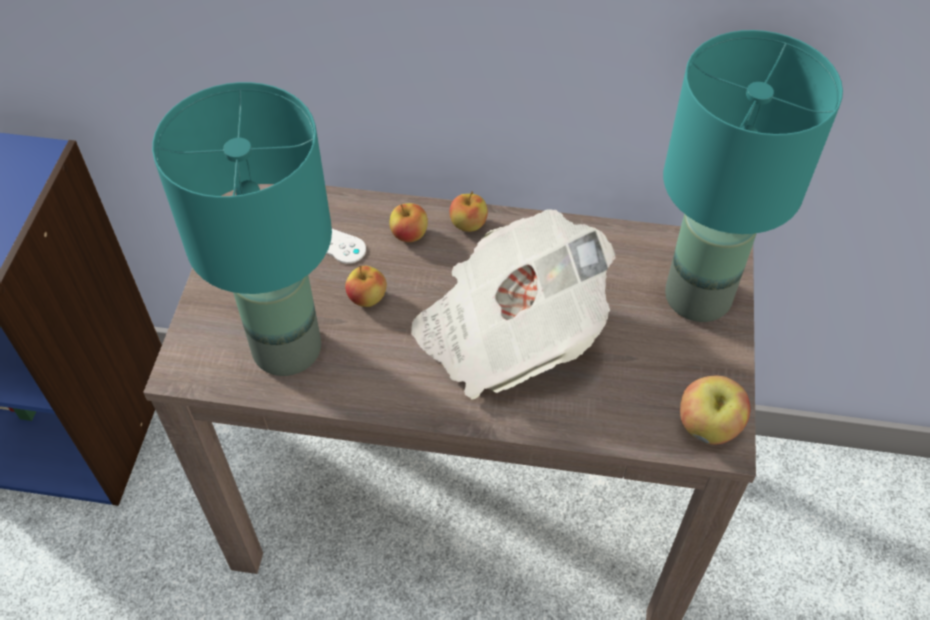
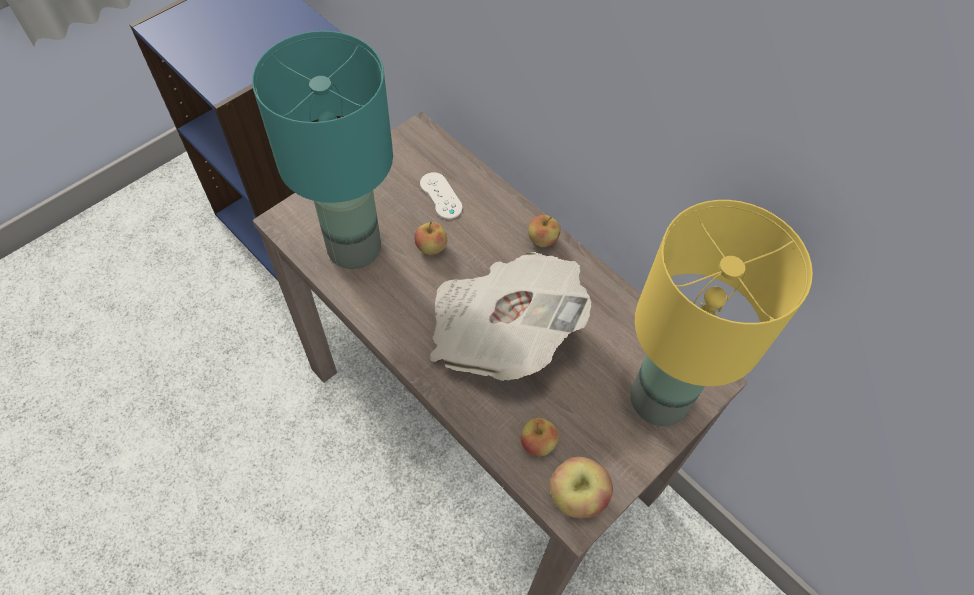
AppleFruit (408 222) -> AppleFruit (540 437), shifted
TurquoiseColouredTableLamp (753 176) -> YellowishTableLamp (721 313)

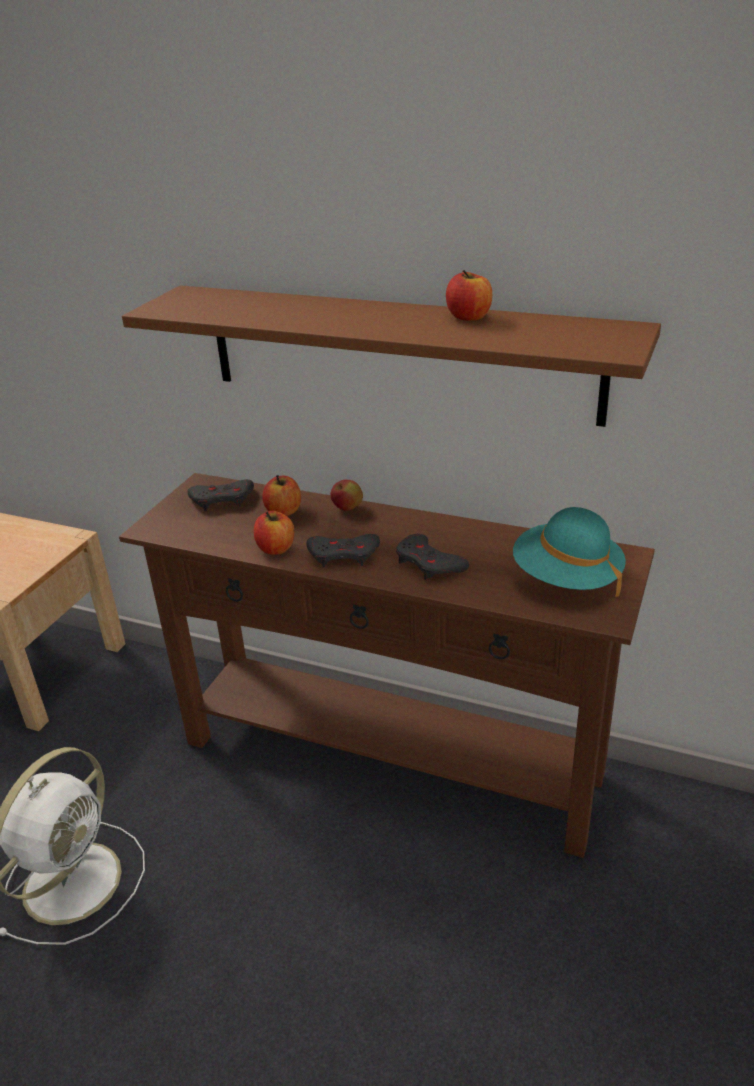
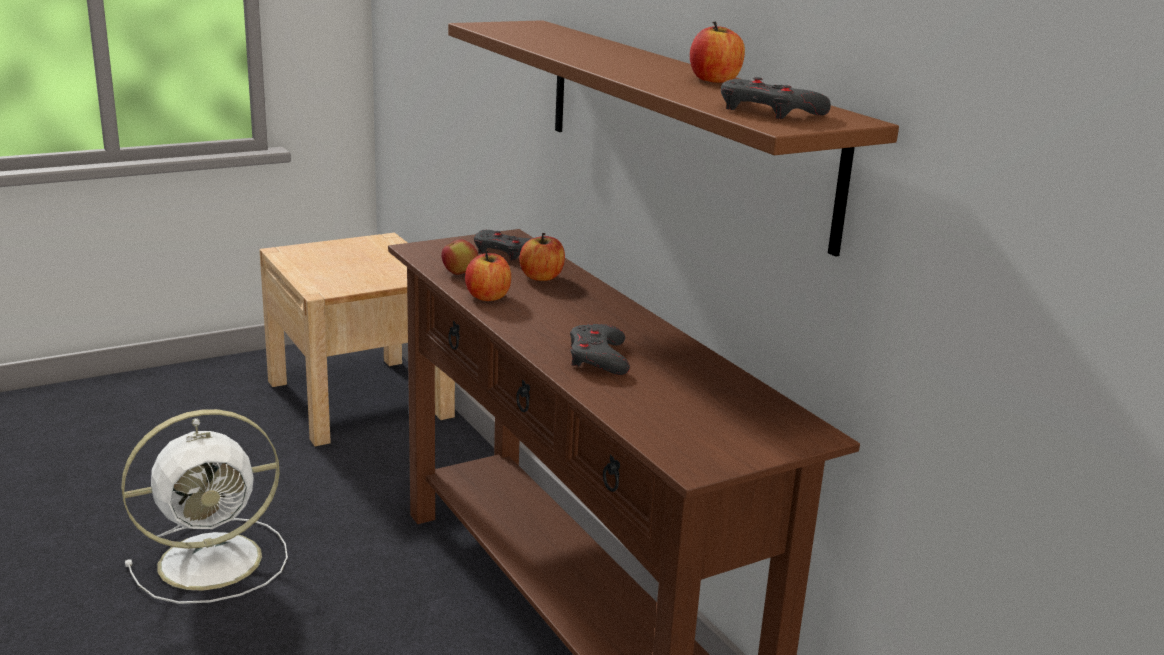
GreyGameController (343 551) -> GreyGameController (776 98), shifted
AppleFruit (347 495) -> AppleFruit (460 257), shifted
TurquoiseColouredClothingHat (569 552) -> none

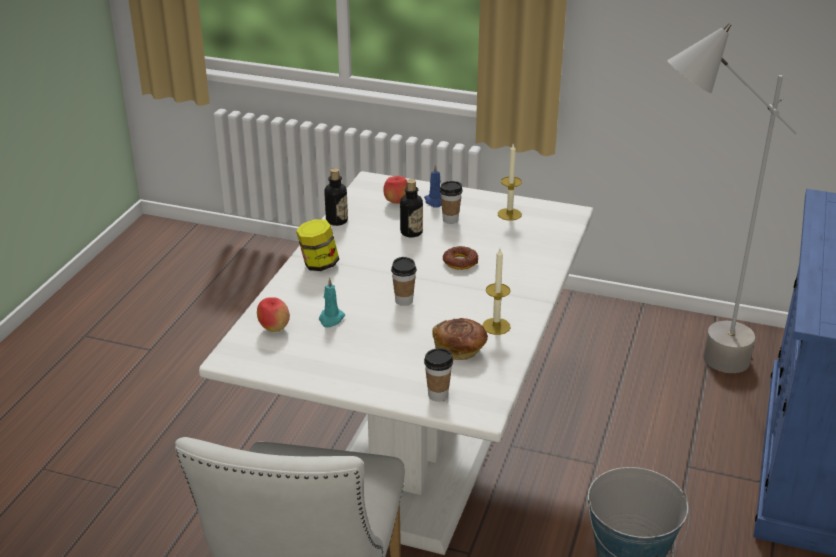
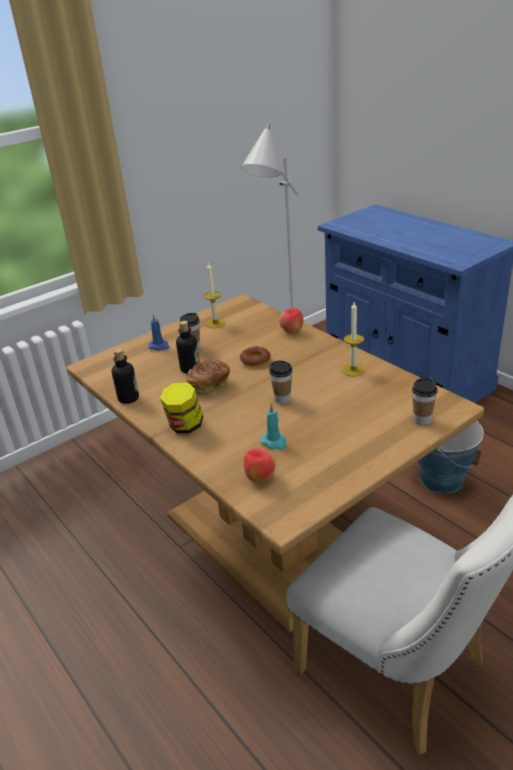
WhitishDinnerTable (396 363) -> BrownColouredDinnerTable (275 463)
AppleFruit (395 190) -> AppleFruit (291 321), shifted
BakedBread (460 339) -> BakedBread (208 377), shifted

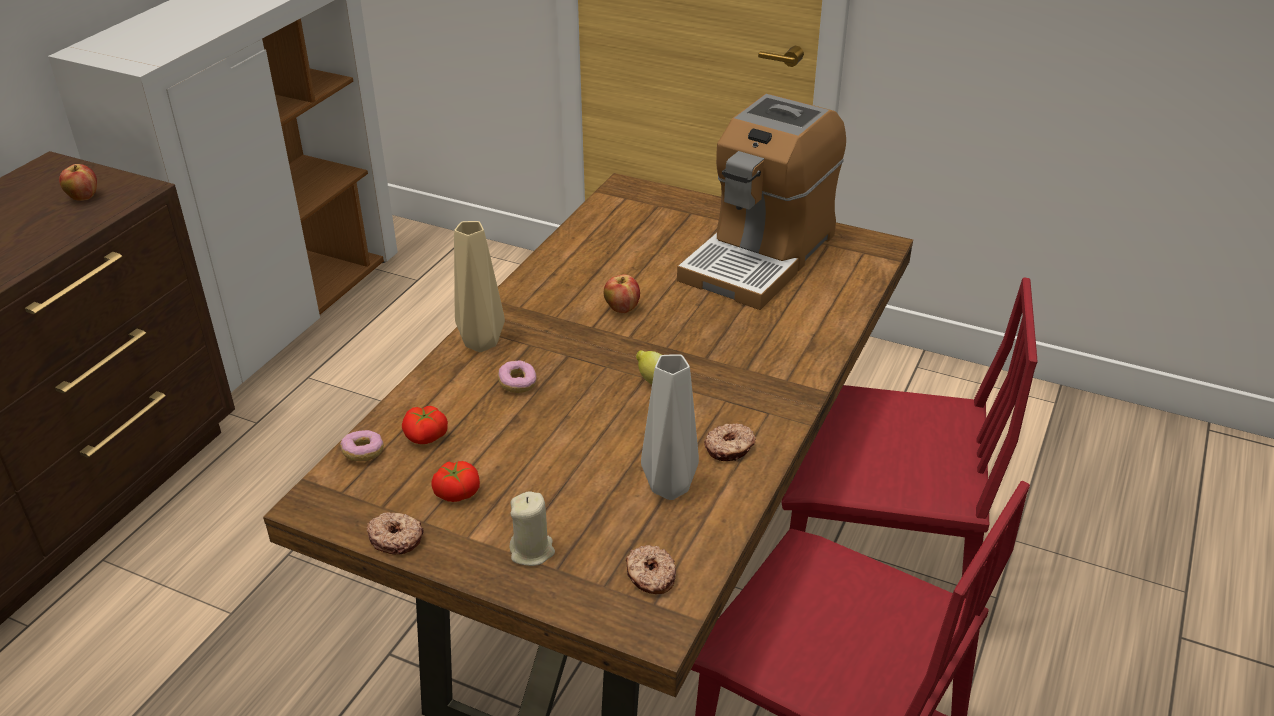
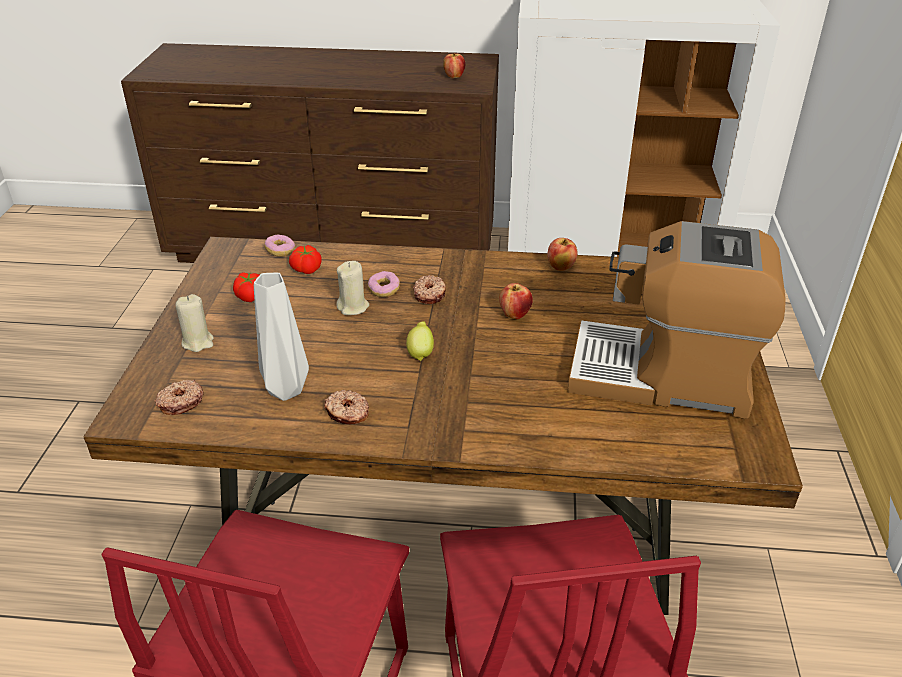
Donut (395 533) -> Donut (429 289), shifted
BeigeFlowerVase (479 286) -> none
none -> BeigeWaxCandle (352 288)
none -> AppleFruit (562 254)

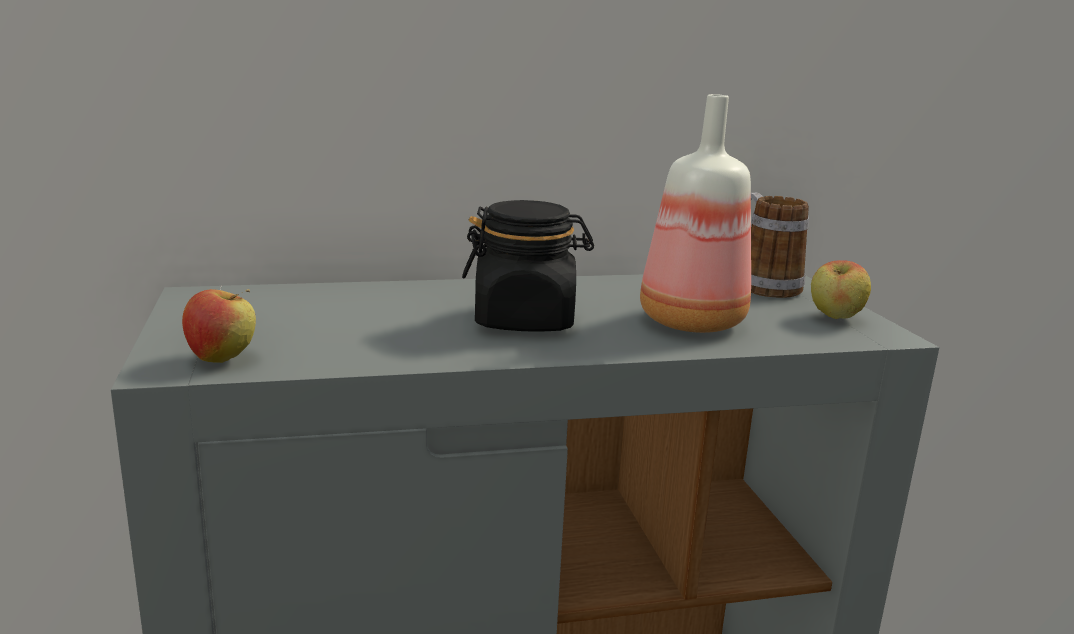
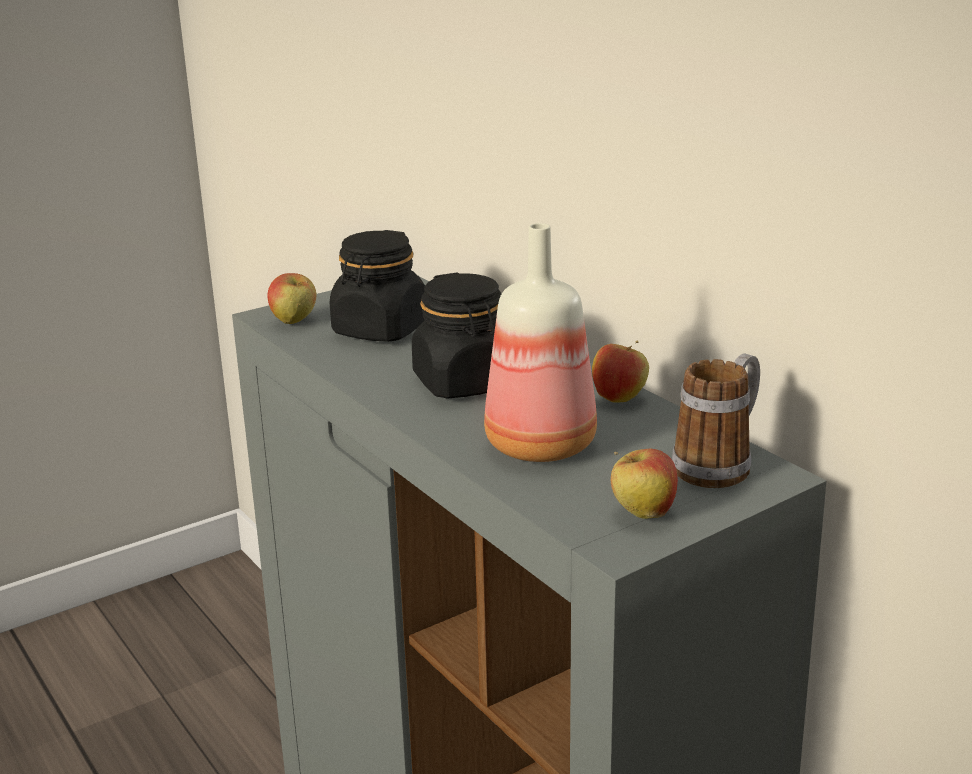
none -> BlackColouredStorageJar (377 286)
none -> AppleFruit (620 372)

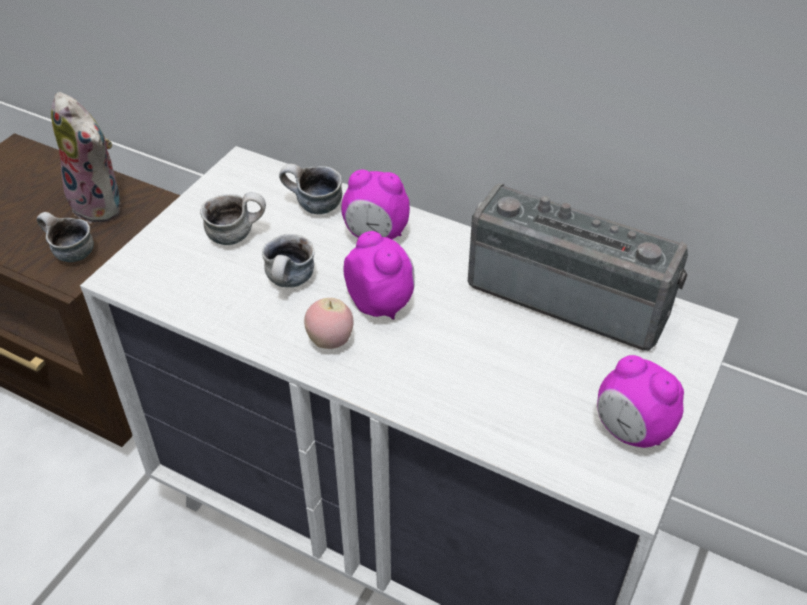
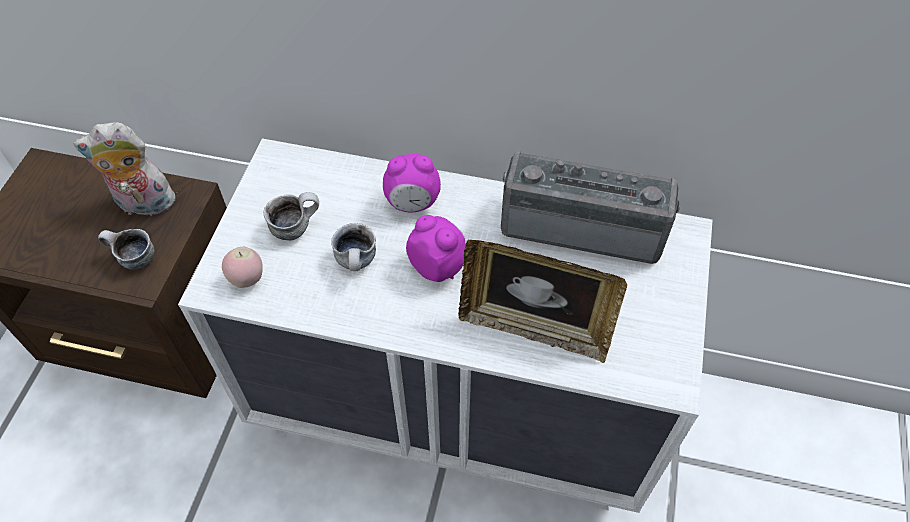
SoftToy (86 158) -> SoftToy (124 169), 150 degrees clockwise
Mug (310 189) -> none
AppleFruit (328 323) -> AppleFruit (242 267), shifted
BedsideClock (640 401) -> none
none -> StandingFrame (542 301)

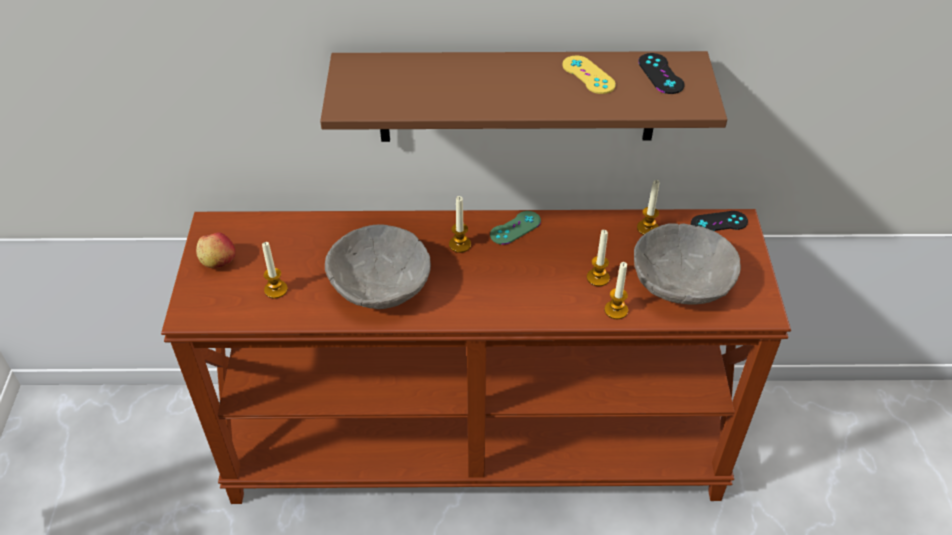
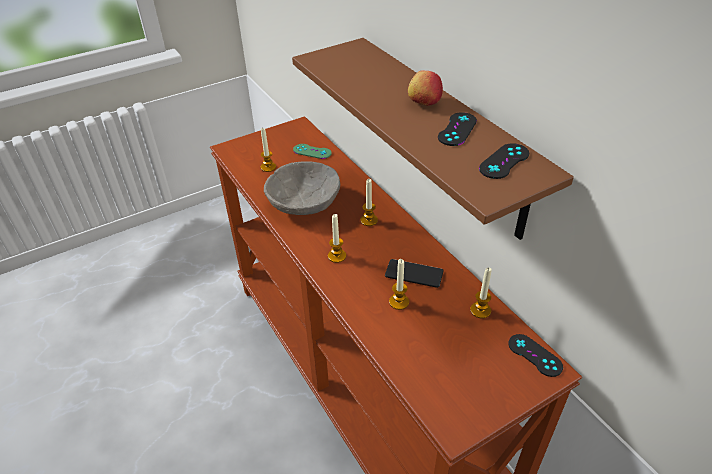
AppleFruit (215 250) -> AppleFruit (425 88), shifted
GreenishGameController (515 228) -> GreenishGameController (312 151), shifted
YellowishGameController (589 75) -> BlackColouredGameController (457 129)
WaxCandle (616 290) -> WaxCandle (337 238), shifted
GreyBowl (687 264) -> none
none -> Handset (414 273)

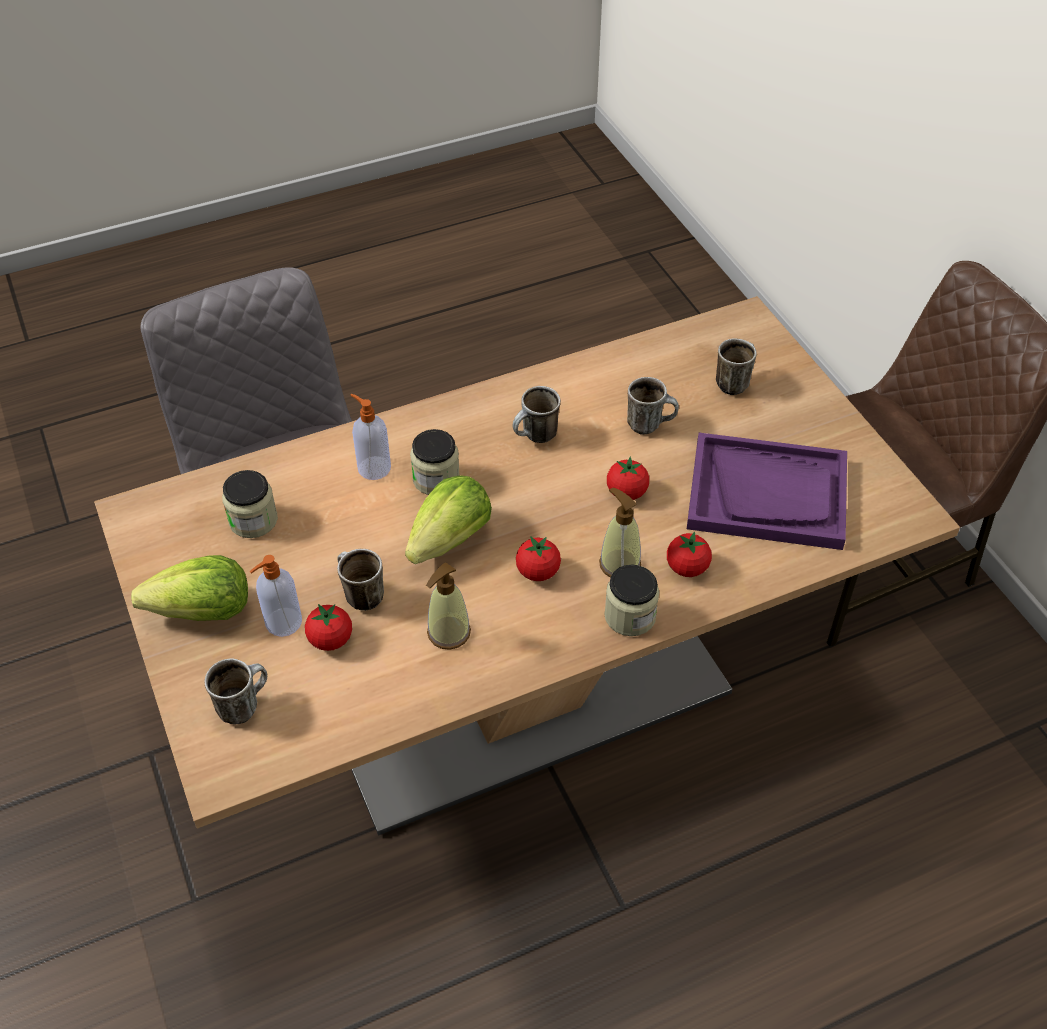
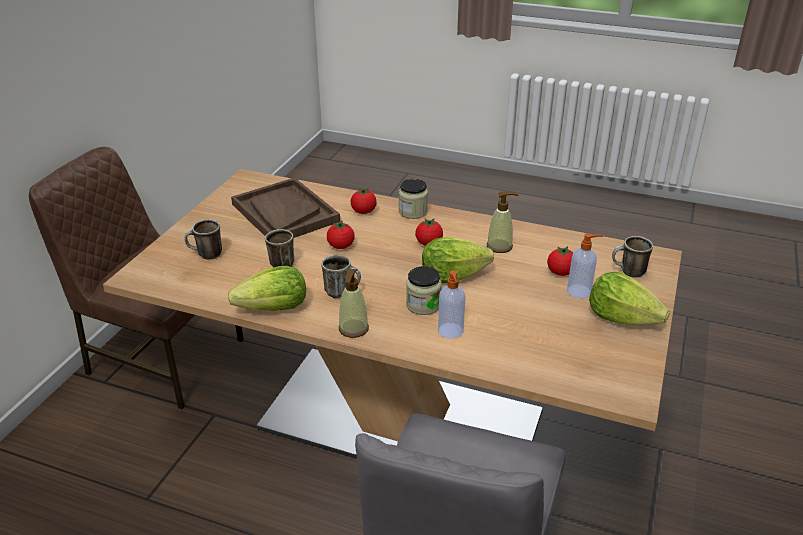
StorageJar (250 504) -> none
Mug (360 580) -> none
SoapBottle (620 533) -> SoapBottle (354 303), shifted
PurplishTray (767 491) -> BrownColouredTray (285 208)
none -> LettuceHead (267 288)

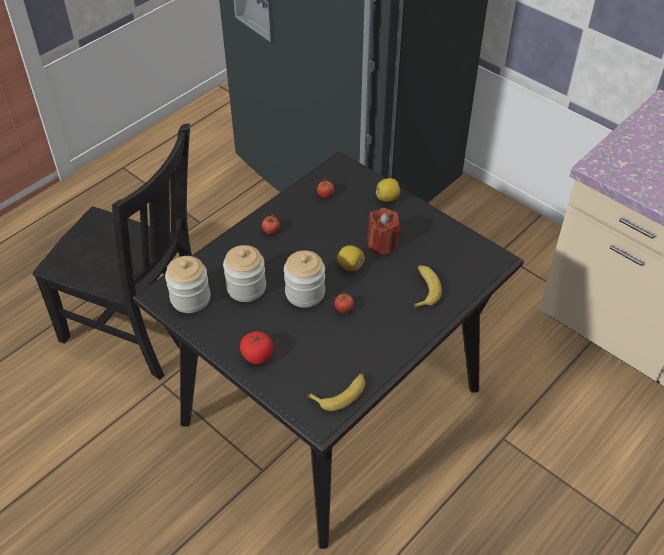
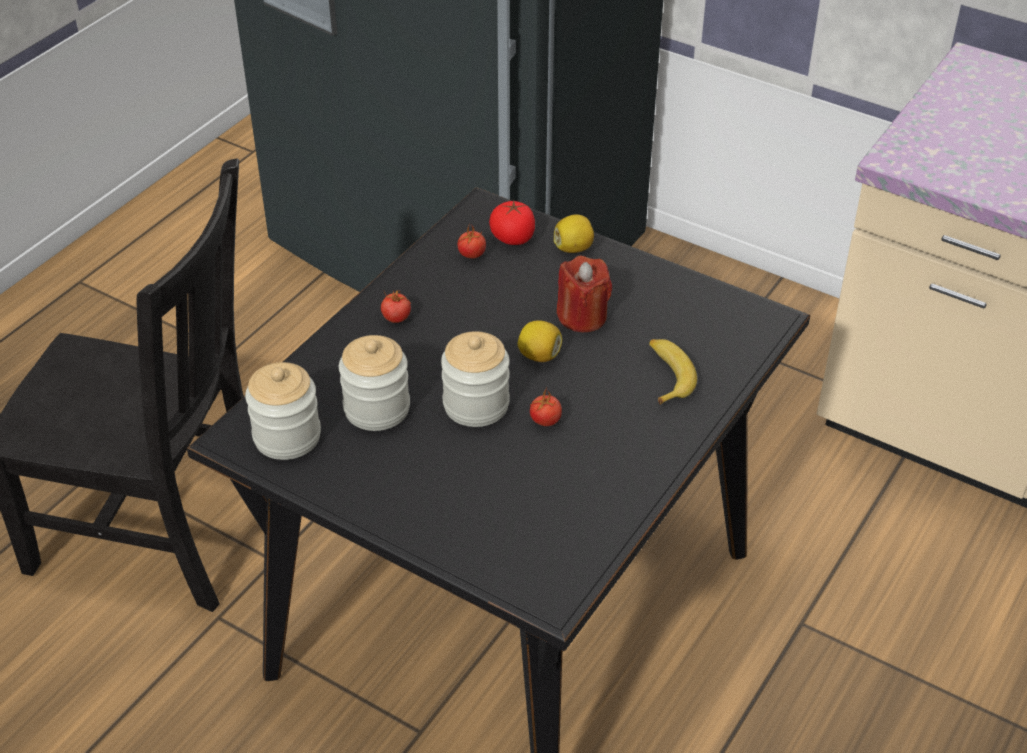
Tomato (256 347) -> Tomato (512 222), shifted
Banana (336 392) -> none

